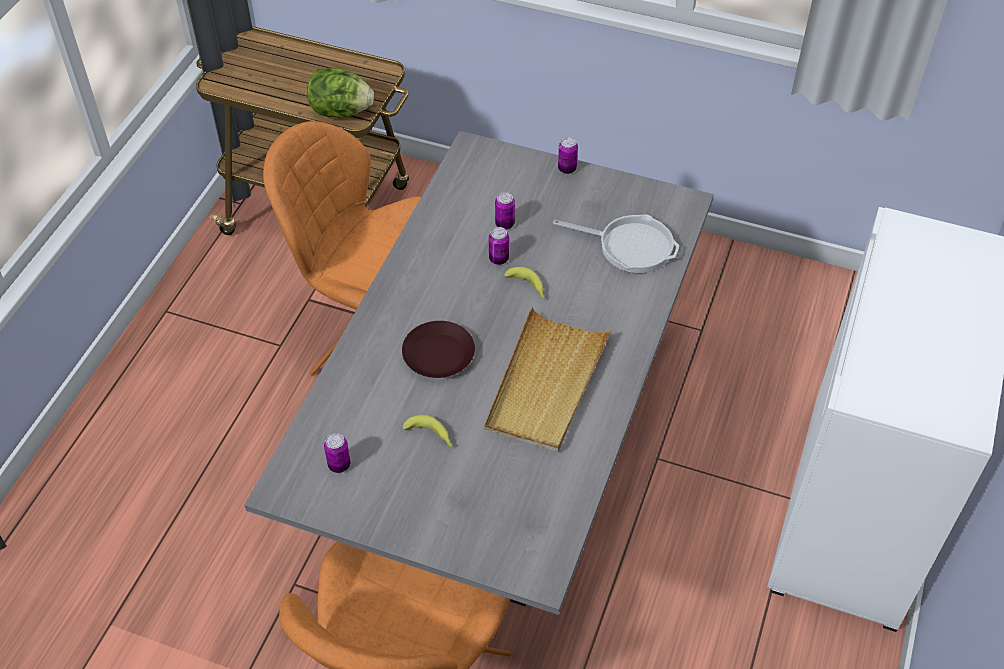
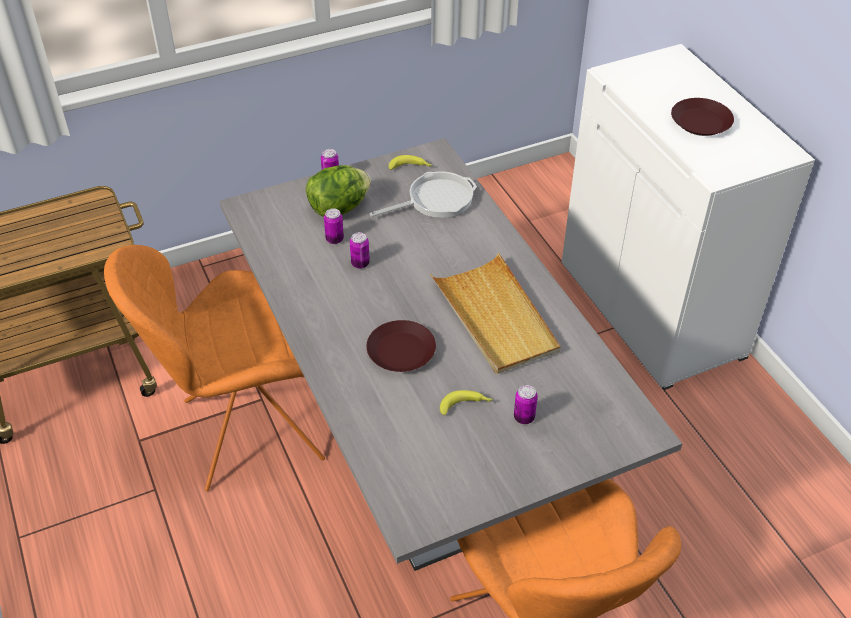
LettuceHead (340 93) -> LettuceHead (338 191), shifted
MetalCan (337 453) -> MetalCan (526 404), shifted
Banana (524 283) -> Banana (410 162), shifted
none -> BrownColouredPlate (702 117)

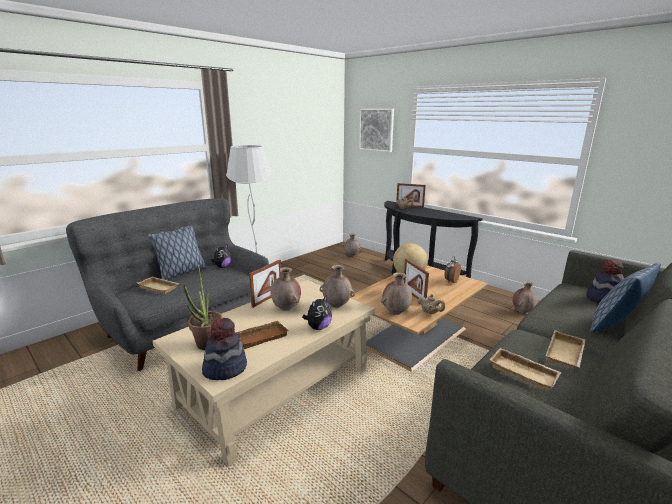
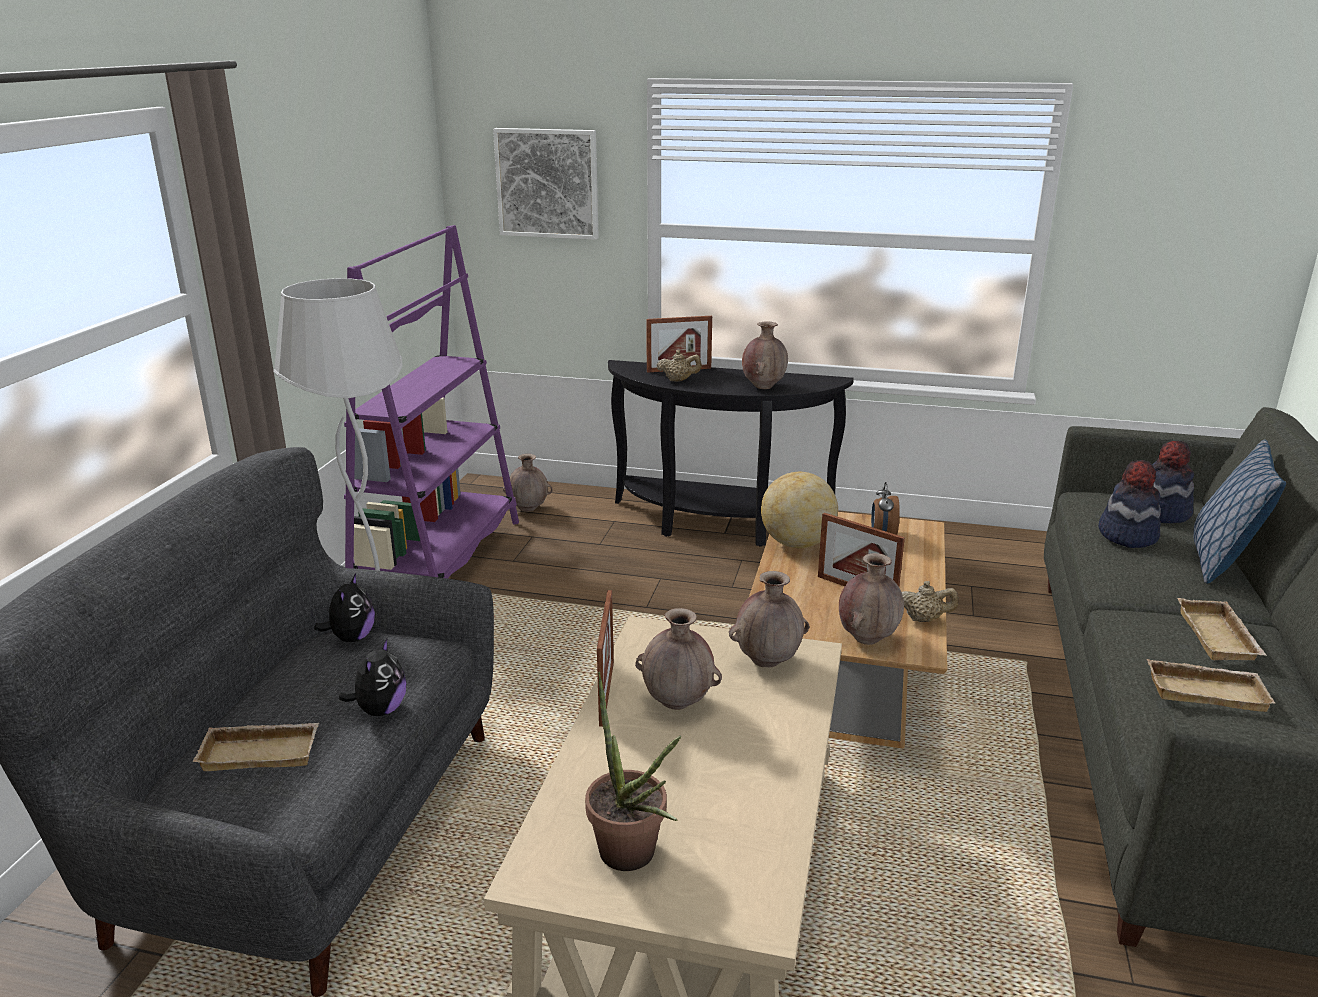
Pillow (177 253) -> none
ClothingHat (224 349) -> ClothingHat (1130 504), shifted
BrownColouredTray (262 335) -> none
SoftToy (317 312) -> SoftToy (372 677), shifted
BrownColouredFlowerVase (525 297) -> BrownColouredFlowerVase (765 355), shifted
none -> PurplishShelvingUnit (431 402)

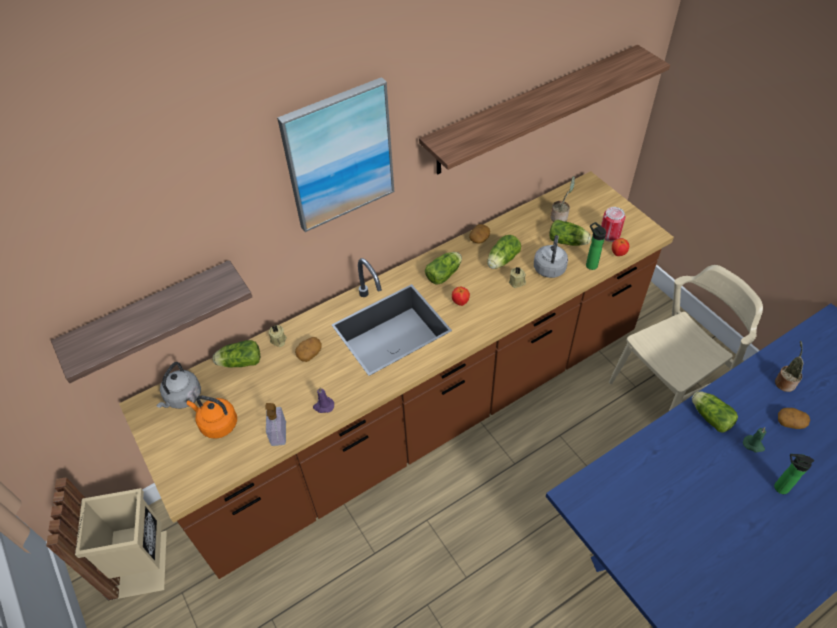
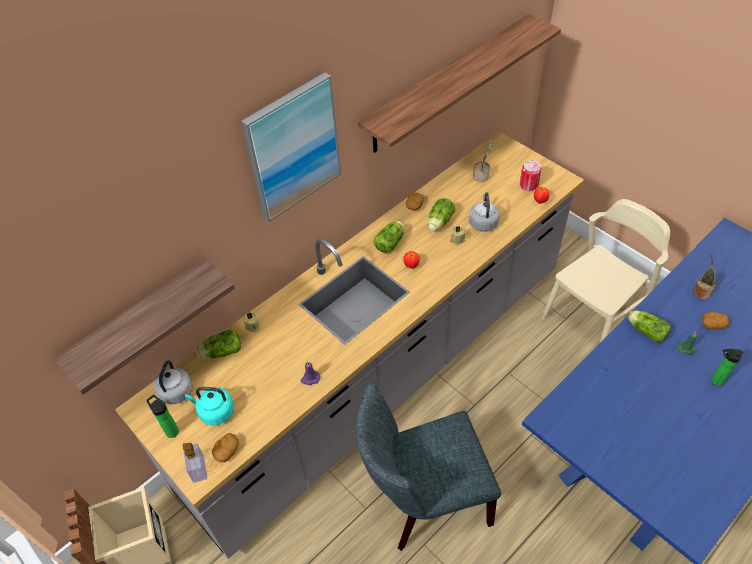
BrownColouredKitchenCounter (396 375) -> GreyKitchenCounter (349 345)
OrangeKettle (212 417) -> TurquoiseColouredKettle (209 406)
SoapBottle (276 424) -> SoapBottle (195 463), shifted
WholePotato (308 349) -> WholePotato (225 447), shifted
LettuceHead (570 233) -> none
Bottle (596 246) -> Bottle (162 416), shifted
none -> GreyUprightChair (428 466)

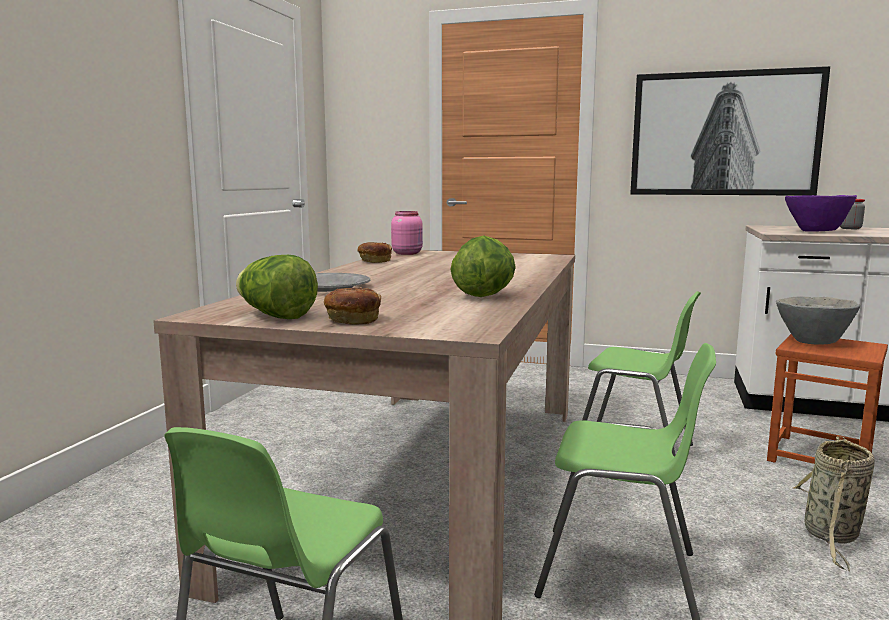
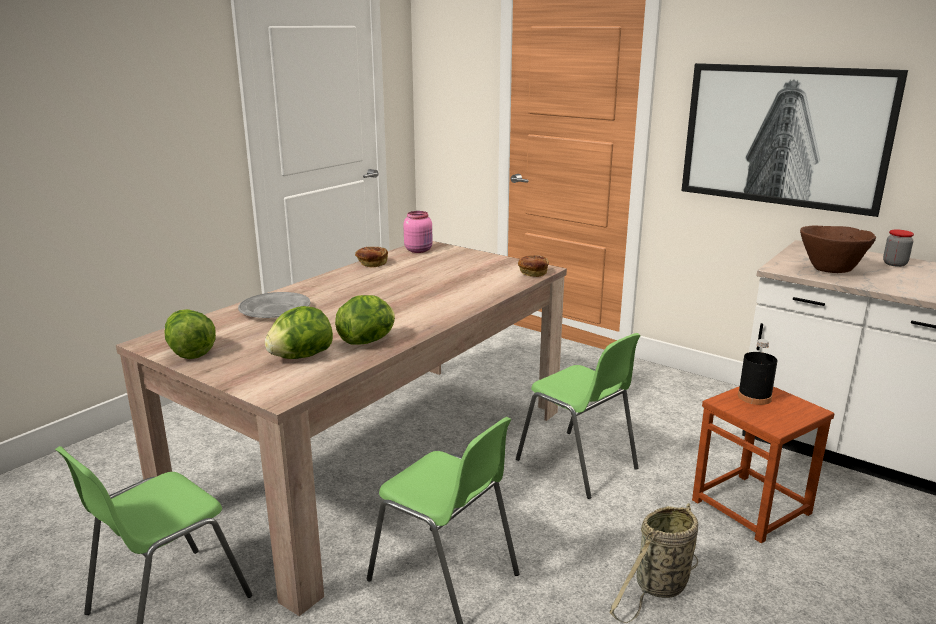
BakedBread (352 306) -> BakedBread (533 266), shifted
GreyBowl (818 320) -> BlackColouredBottle (757 372)
PurplishBowl (821 213) -> BrownColouredBowl (838 249)
none -> LettuceHead (299 332)

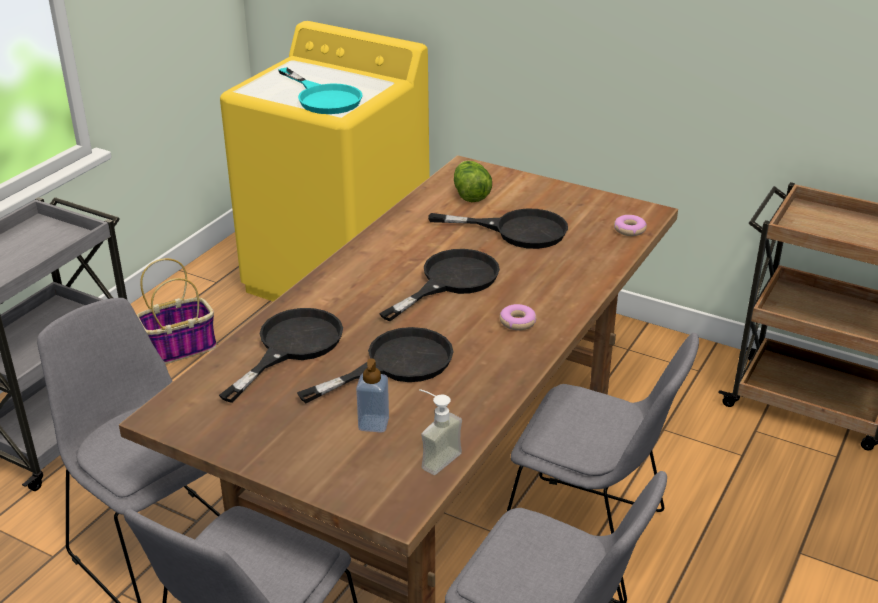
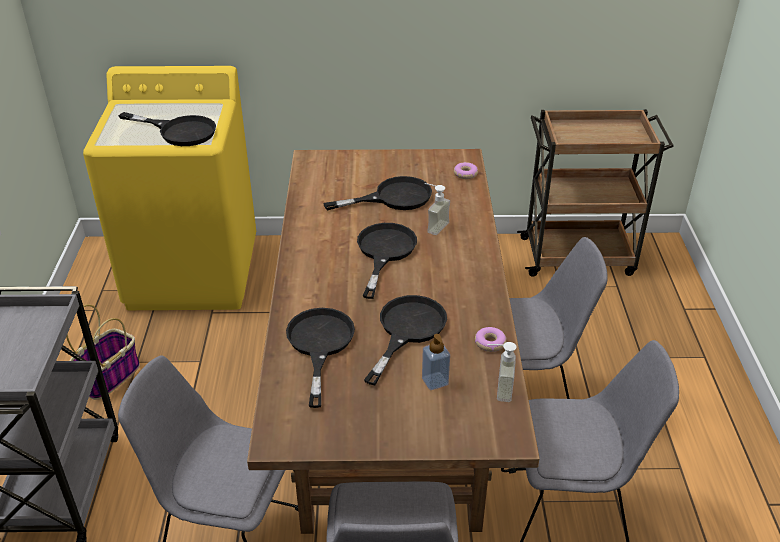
TurquoiseColouredPan (320 90) -> BlackColouredPan (167 129)
LettuceHead (473 181) -> none
Donut (518 317) -> Donut (491 339), shifted
none -> SoapBottle (437 209)

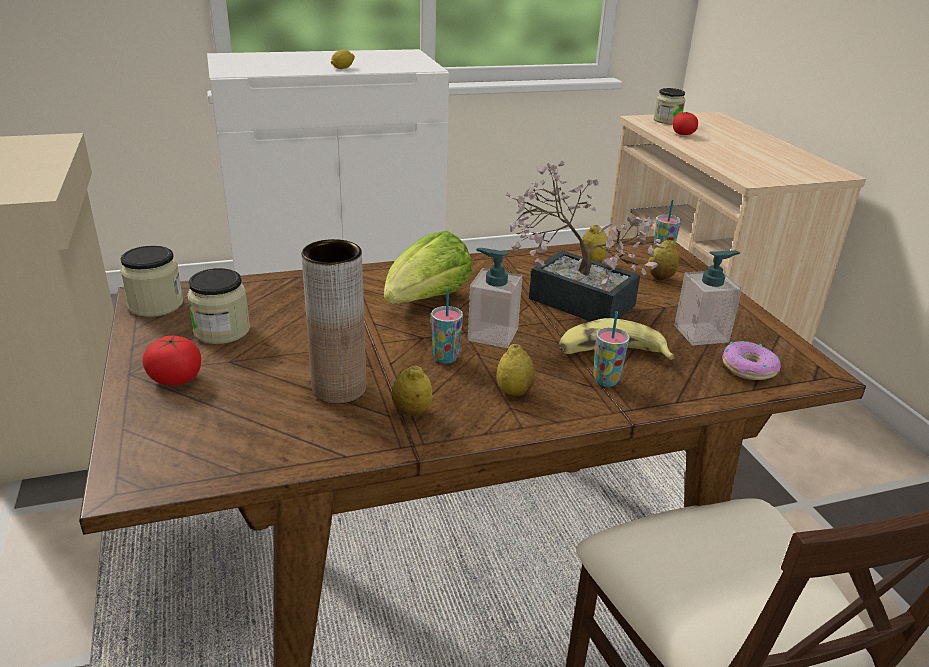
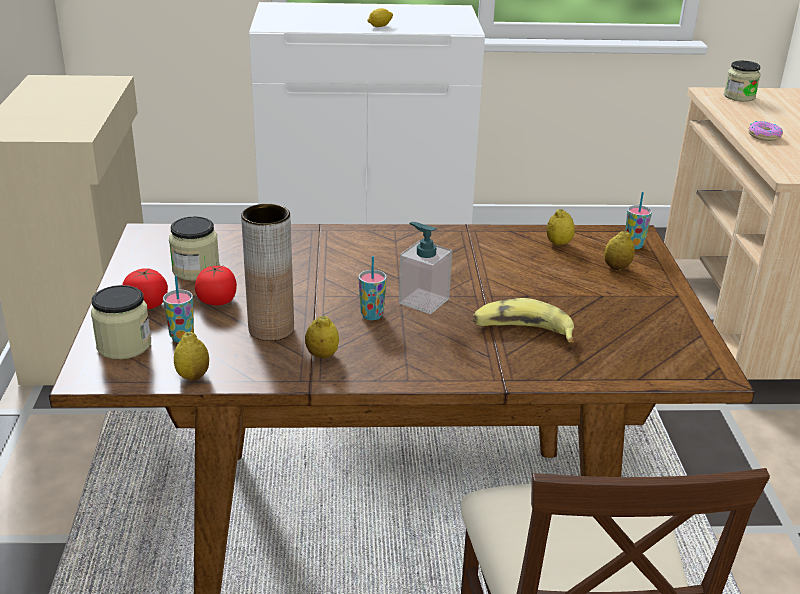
StorageJar (151 281) -> StorageJar (121 322), shifted
LettuceHead (428 267) -> none
WholeLemon (515 370) -> WholeLemon (191 356), shifted
Houseplant (585 240) -> none
Cup (611 349) -> Cup (178 309), shifted
Tomato (685 123) -> Tomato (216 285), shifted
SoapBottle (708 298) -> none
Donut (751 360) -> Donut (765 131), shifted

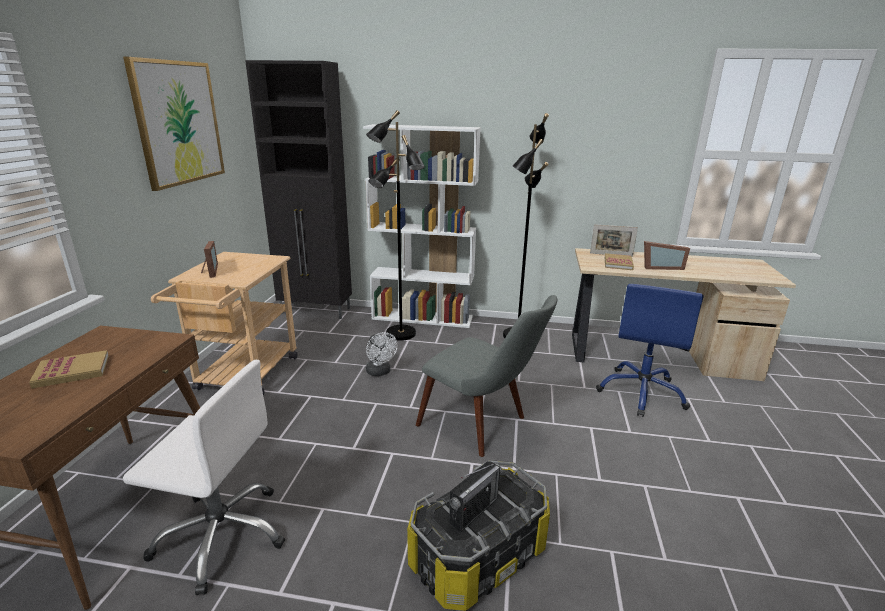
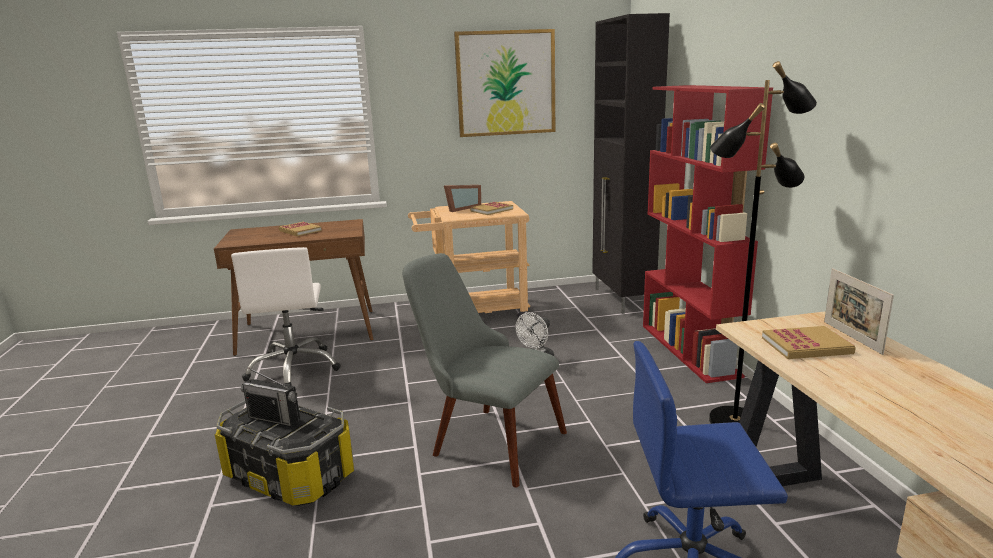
WhitishShelvingUnit (422 226) -> RedColouredShelvingUnit (708 234)
BlackColouredFloorLamp (395 225) -> none
GreyUprightChair (486 376) -> GreyUprightChair (484 370), 105 degrees clockwise
StandingFrame (667 255) -> none
none -> Book (491 208)

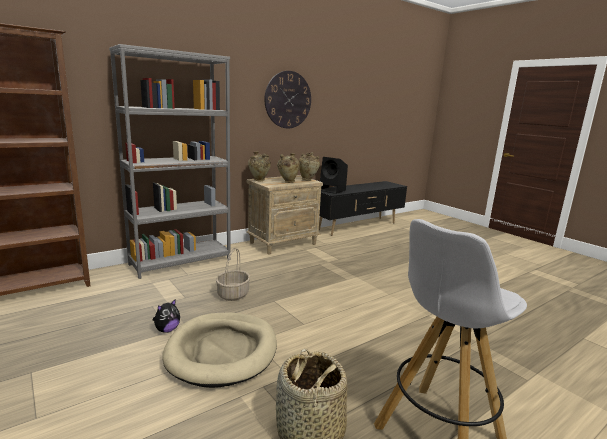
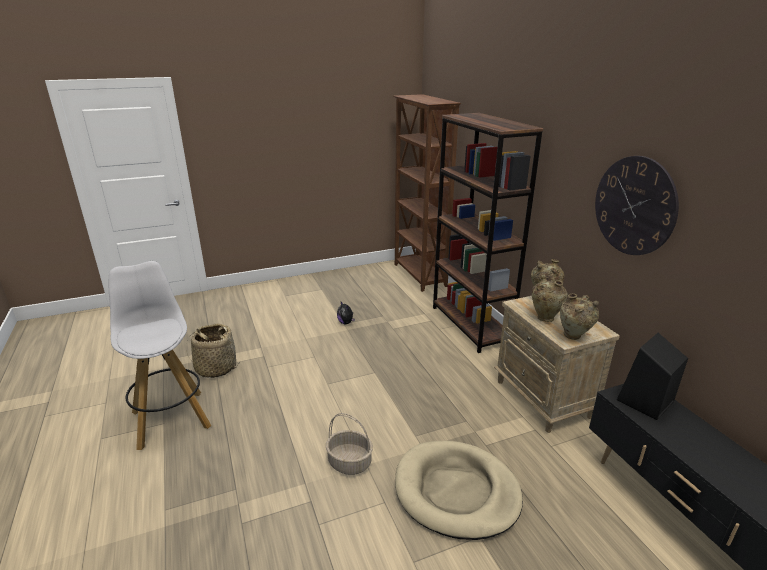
GreyShelvingUnit (170 161) -> BrownColouredShelvingUnit (488 233)
BeigeDogCushion (219 350) -> BeigeDogCushion (459 490), shifted
StorageBasket (233 274) -> StorageBasket (349 444), shifted

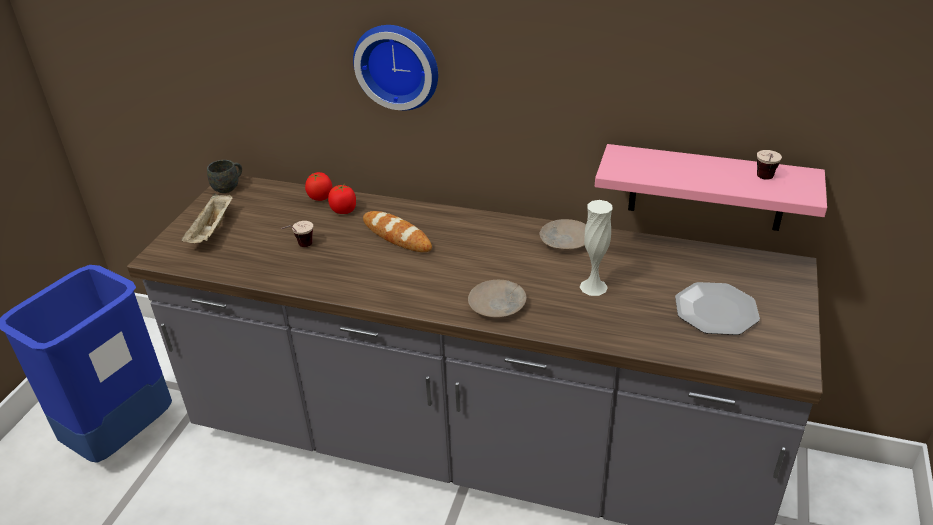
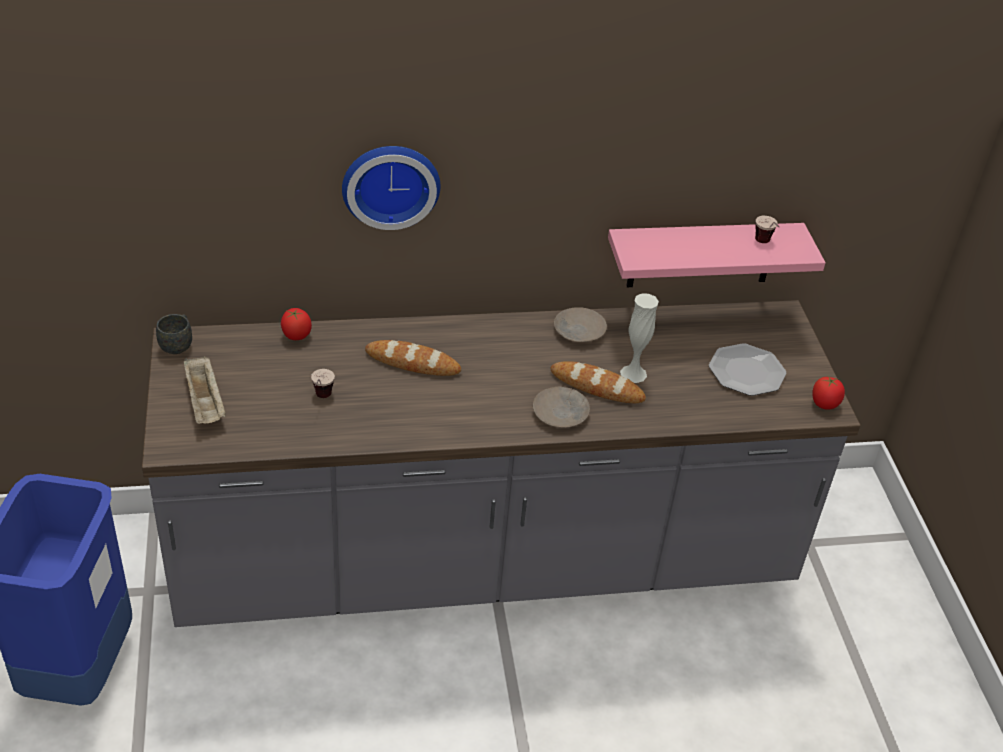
Tomato (342 199) -> Tomato (828 393), shifted
none -> BakedBread (598 382)

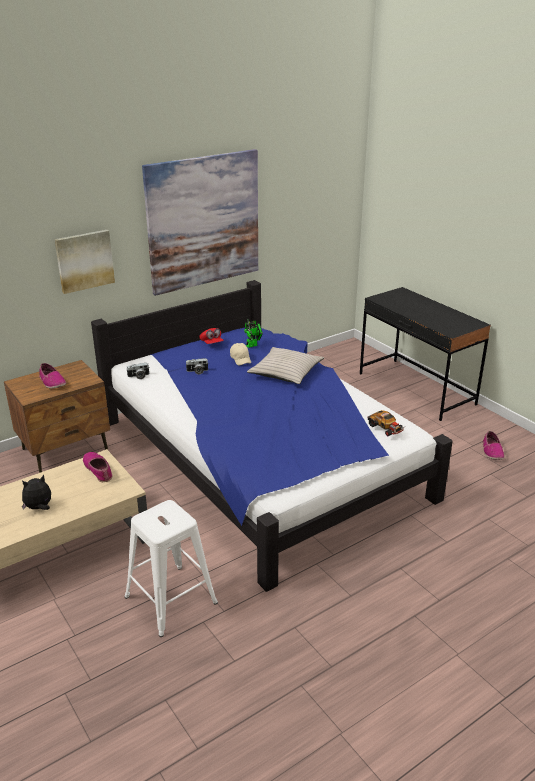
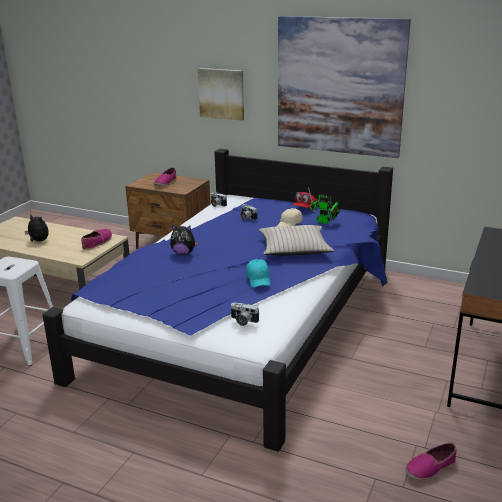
MiniatureCar (385 423) -> PhotoCamera (245 314)
none -> SoftToy (184 240)
none -> TurquoiseColouredPeakedCap (258 273)

